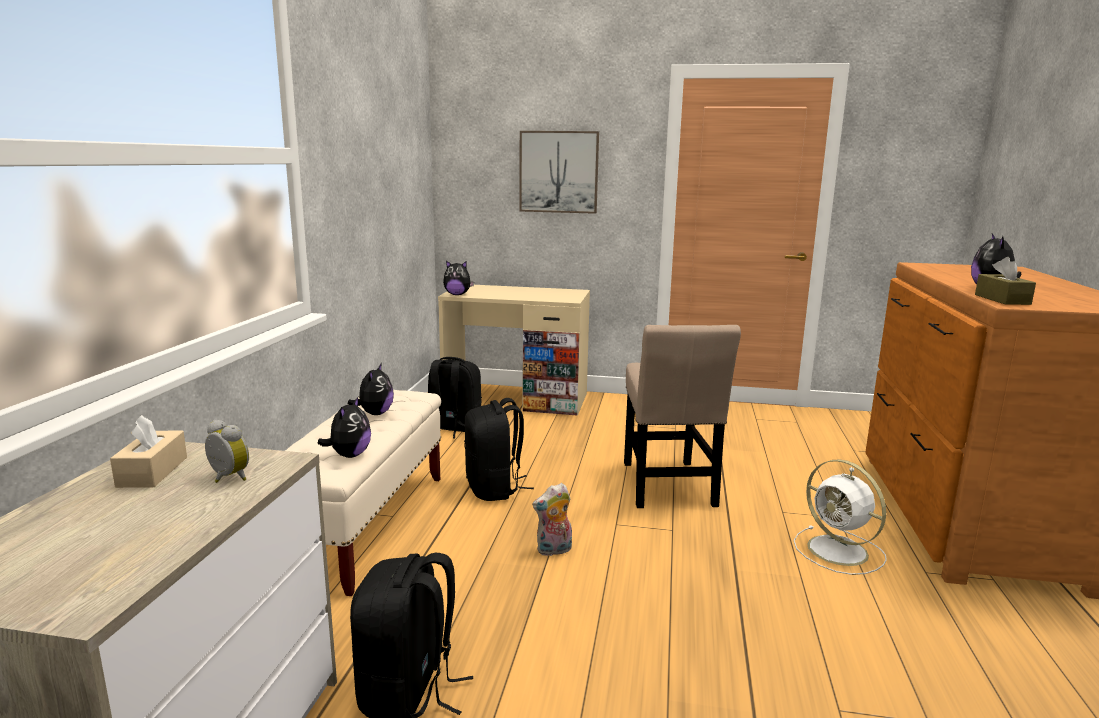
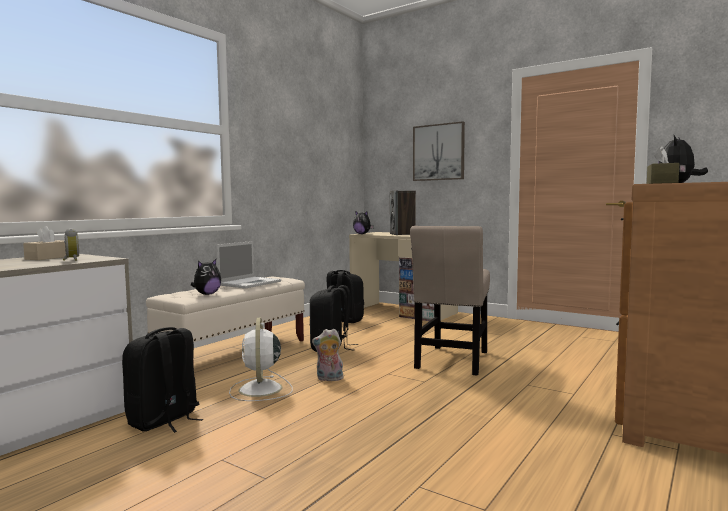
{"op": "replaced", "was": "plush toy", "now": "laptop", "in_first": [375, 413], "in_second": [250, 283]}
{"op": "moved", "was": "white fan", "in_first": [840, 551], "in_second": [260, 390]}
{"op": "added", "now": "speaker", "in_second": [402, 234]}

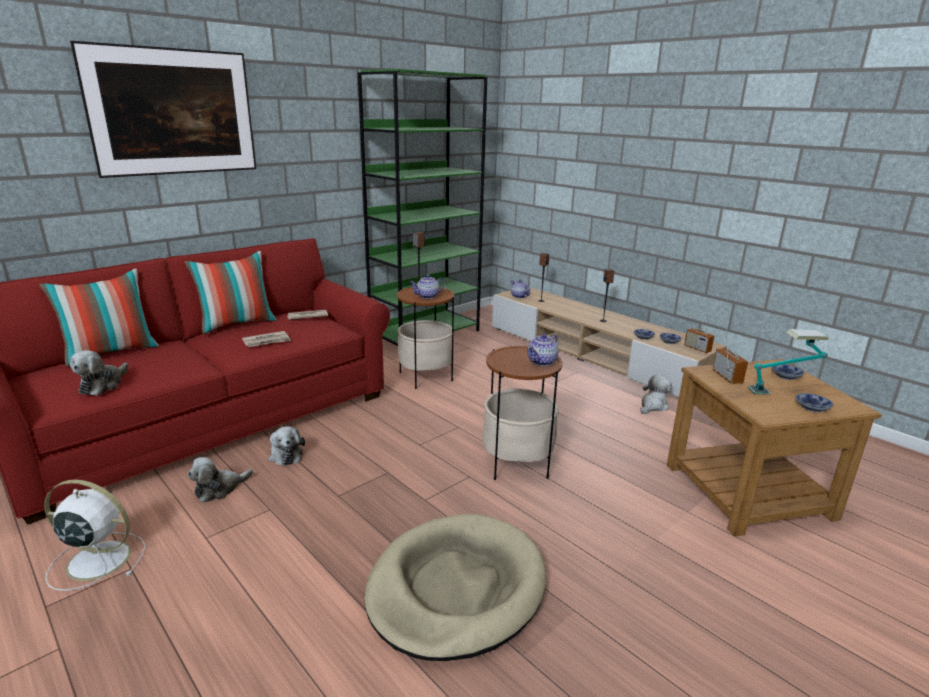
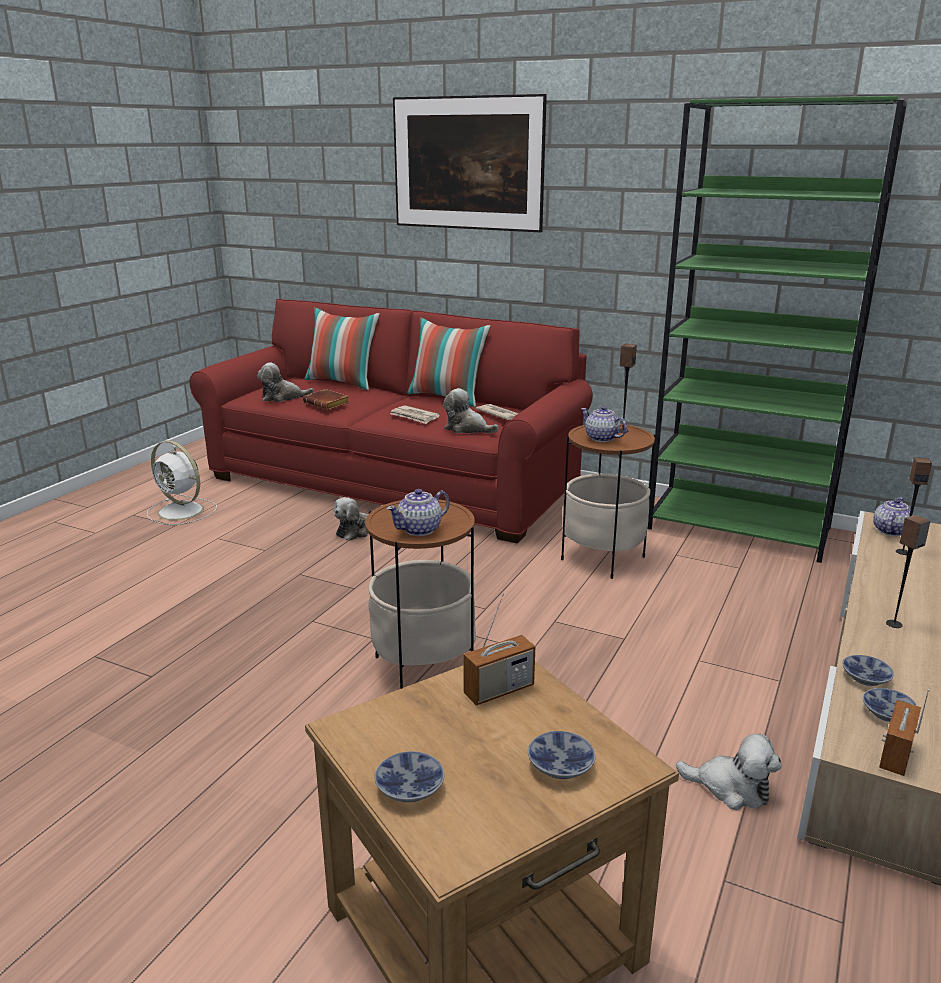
{"op": "turned", "was": "white fan", "in_first": [96, 560], "in_second": [182, 512], "clockwise": 135}
{"op": "added", "now": "brown book", "in_second": [328, 404]}
{"op": "turned", "was": "teapot", "in_first": [542, 361], "in_second": [420, 529], "clockwise": -60}
{"op": "moved", "was": "plush toy", "in_first": [219, 489], "in_second": [467, 429]}
{"op": "removed", "was": "beige dog bed", "in_first": [456, 588]}
{"op": "removed", "was": "table lamp", "in_first": [782, 392]}

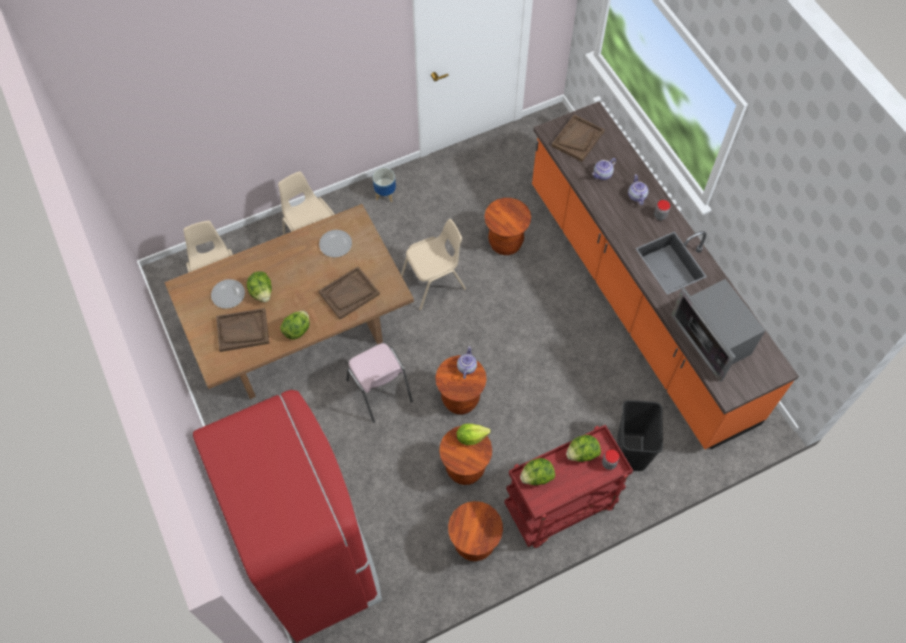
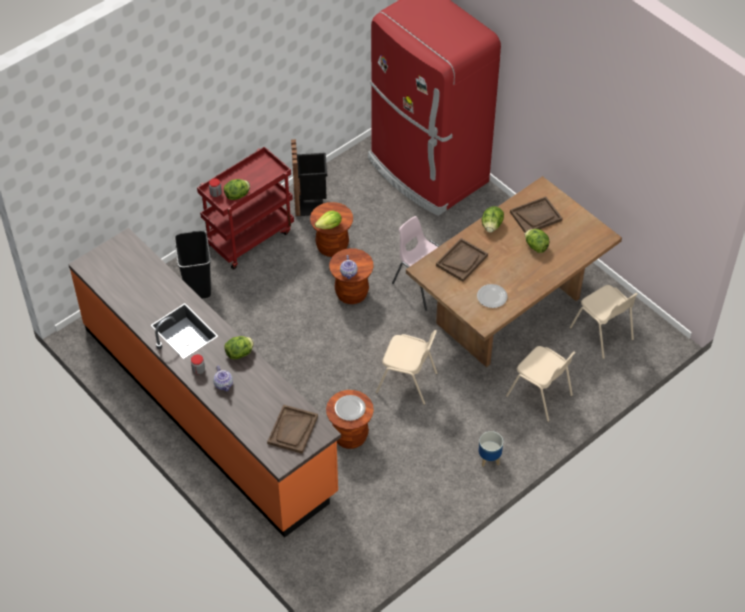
{"op": "moved", "was": "lettuce", "in_first": [536, 477], "in_second": [240, 353]}
{"op": "replaced", "was": "brown stool", "now": "black trash can", "in_first": [474, 543], "in_second": [310, 203]}
{"op": "moved", "was": "plate", "in_first": [228, 294], "in_second": [350, 409]}
{"op": "turned", "was": "beige chair", "in_first": [434, 283], "in_second": [407, 383], "clockwise": -120}
{"op": "removed", "was": "teapot", "in_first": [602, 175]}
{"op": "removed", "was": "microwave", "in_first": [713, 338]}

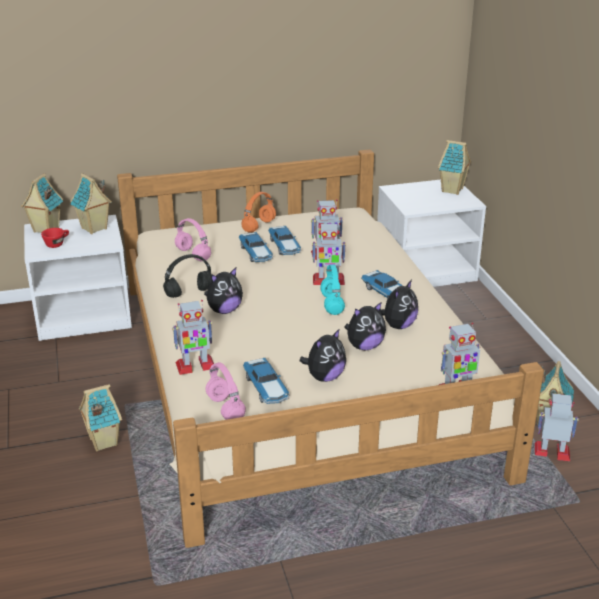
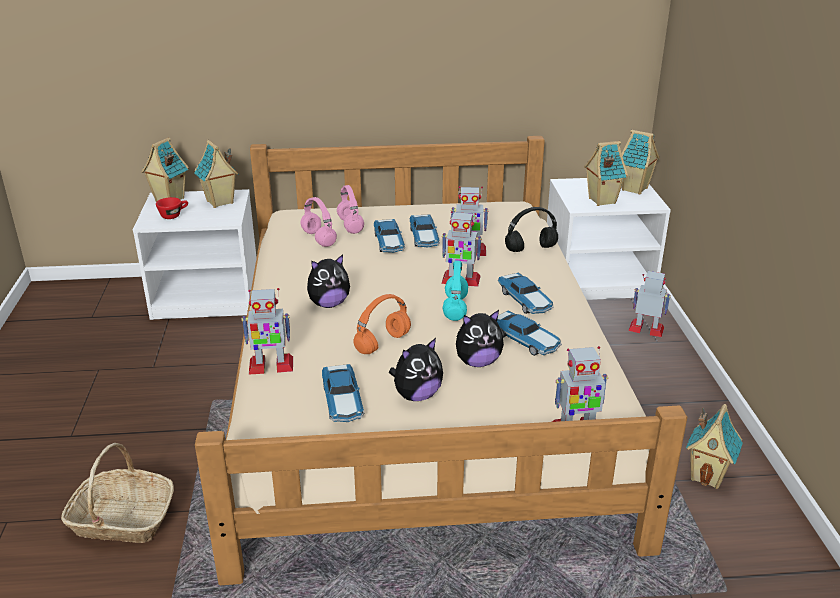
{"op": "added", "now": "basket", "in_second": [122, 520]}
{"op": "moved", "was": "pink headphones", "in_first": [226, 409], "in_second": [351, 226]}
{"op": "moved", "was": "orange headphones", "in_first": [259, 226], "in_second": [383, 343]}
{"op": "replaced", "was": "plush toy", "now": "toy car", "in_first": [398, 326], "in_second": [526, 341]}
{"op": "moved", "was": "black headphones", "in_first": [188, 293], "in_second": [530, 249]}
{"op": "moved", "was": "toy house", "in_first": [103, 442], "in_second": [601, 201]}
{"op": "moved", "was": "toy robot", "in_first": [552, 452], "in_second": [646, 329]}

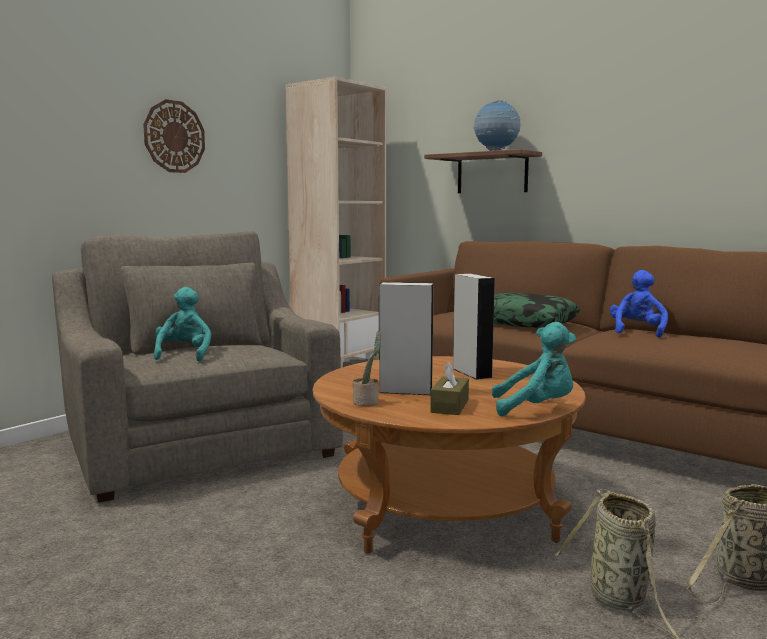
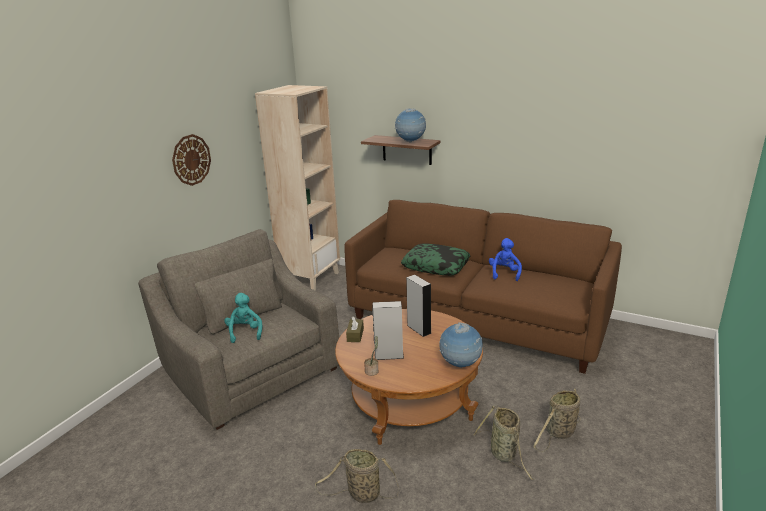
{"op": "added", "now": "basket", "in_second": [361, 494]}
{"op": "moved", "was": "brown tissue box", "in_first": [450, 406], "in_second": [355, 335]}
{"op": "replaced", "was": "turquoise plush toy", "now": "globe", "in_first": [536, 408], "in_second": [460, 365]}

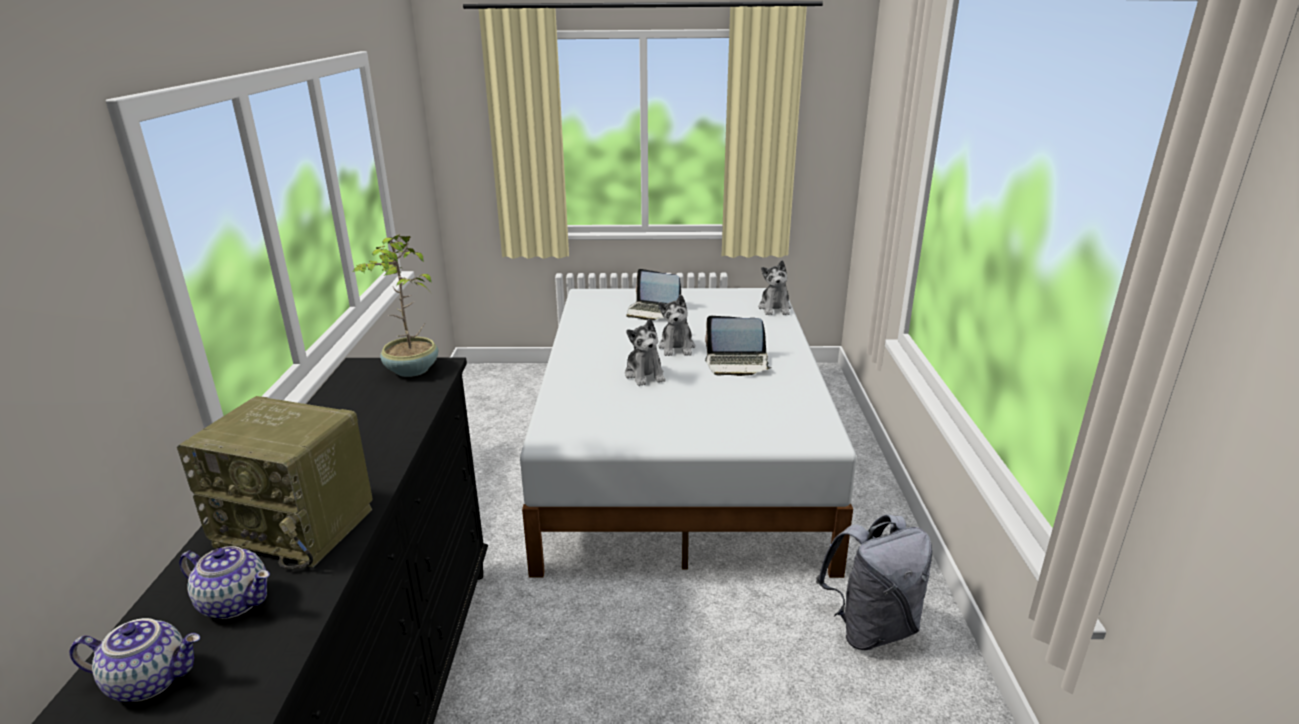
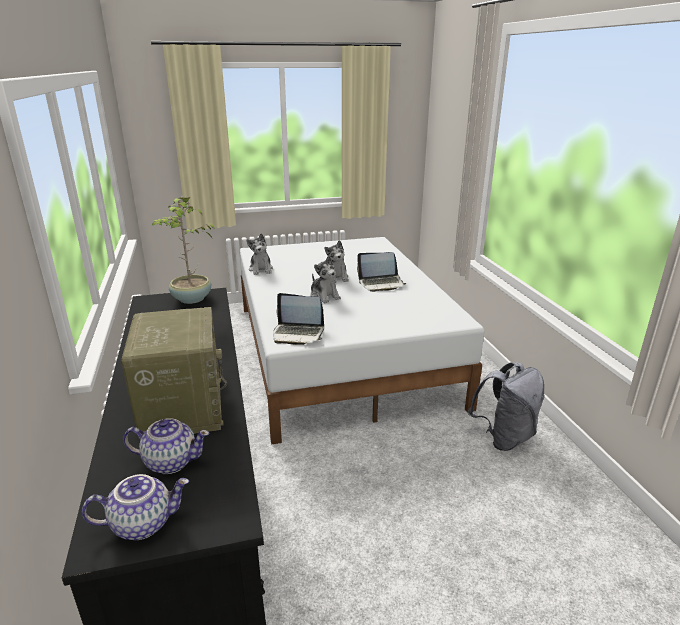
{"op": "turned", "was": "radio", "in_first": [298, 526], "in_second": [182, 406], "clockwise": -105}
{"op": "moved", "was": "plush toy", "in_first": [775, 308], "in_second": [261, 269]}
{"op": "moved", "was": "laptop", "in_first": [653, 311], "in_second": [298, 334]}

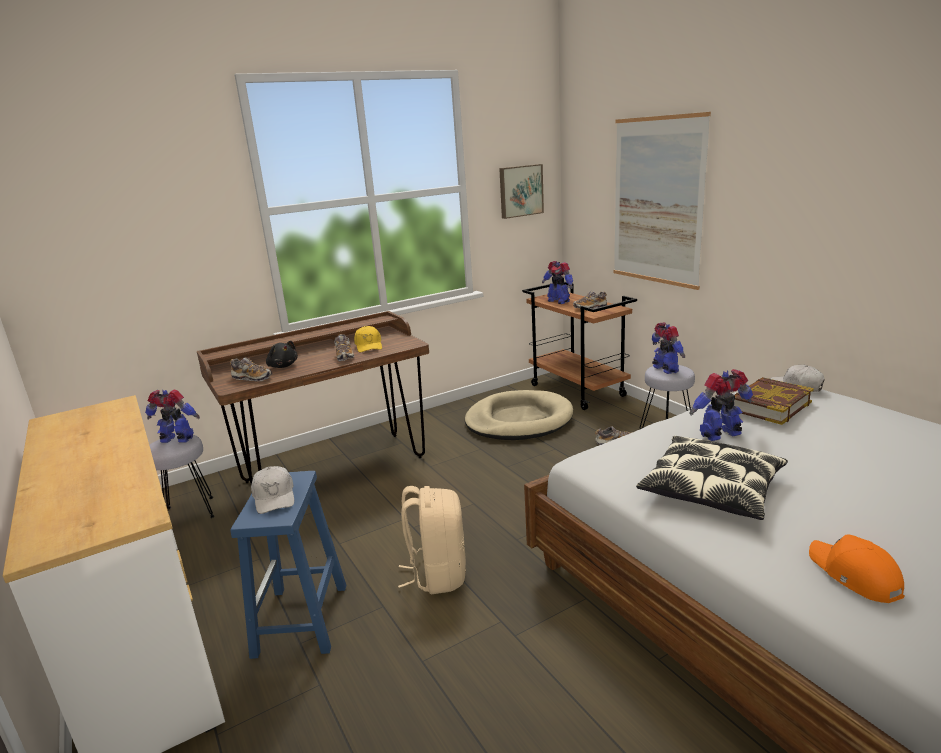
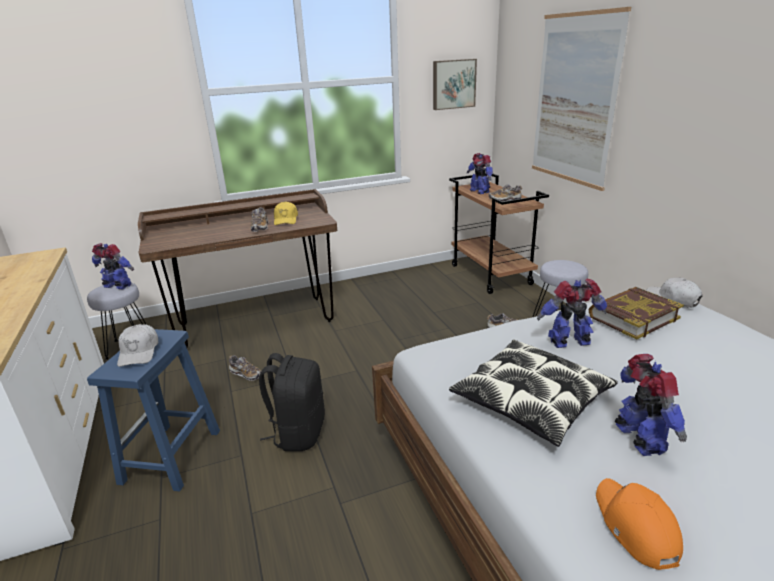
{"op": "moved", "was": "shoe", "in_first": [252, 378], "in_second": [246, 374]}
{"op": "recoloured", "was": "beige backpack", "now": "black backpack", "in_first": [437, 574], "in_second": [298, 432]}
{"op": "moved", "was": "toy robot", "in_first": [665, 370], "in_second": [639, 439]}
{"op": "removed", "was": "black plush toy", "in_first": [282, 366]}
{"op": "removed", "was": "beige dog bed", "in_first": [519, 420]}

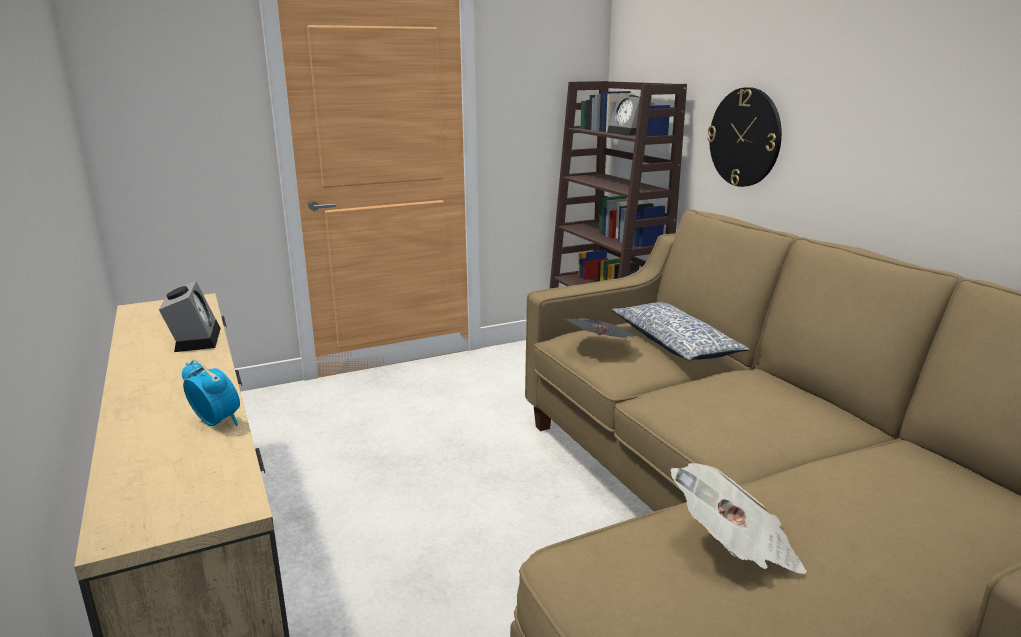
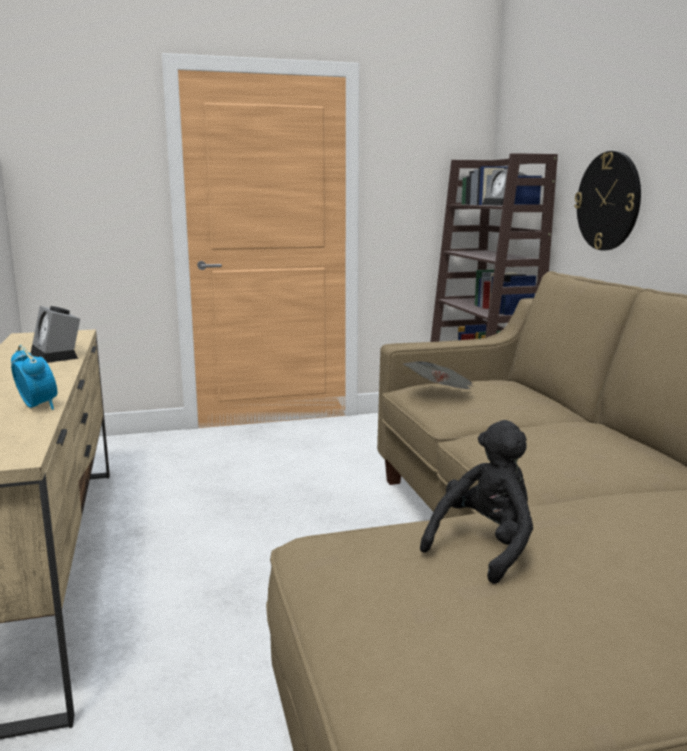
{"op": "turned", "was": "alarm clock", "in_first": [194, 339], "in_second": [57, 356], "clockwise": 150}
{"op": "replaced", "was": "newspaper", "now": "black plush toy", "in_first": [735, 547], "in_second": [484, 546]}
{"op": "removed", "was": "pillow", "in_first": [674, 344]}

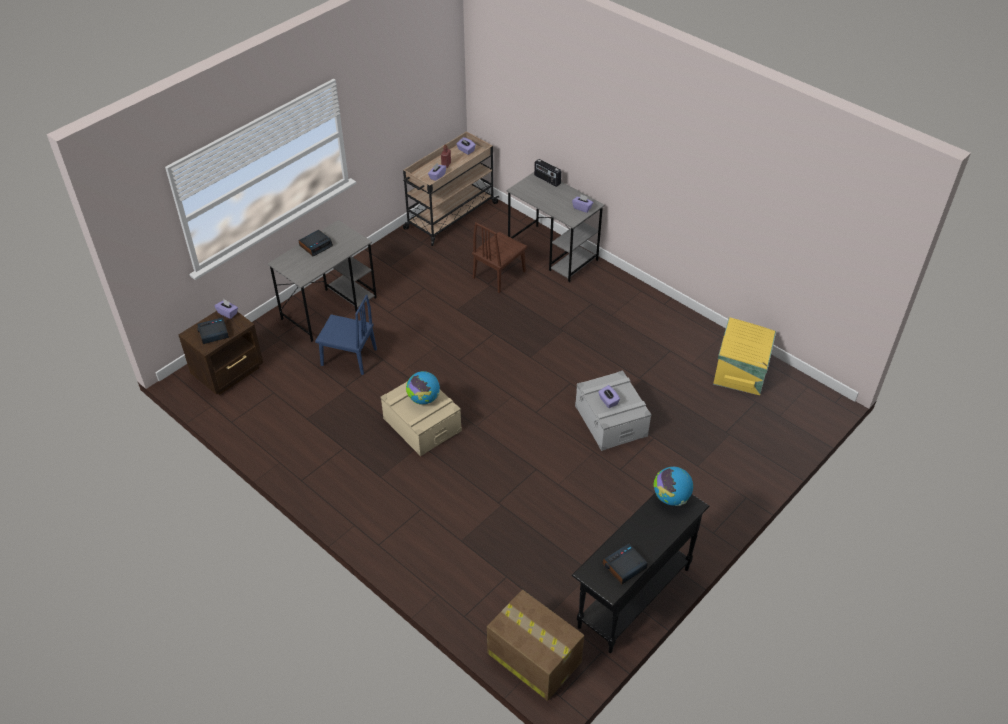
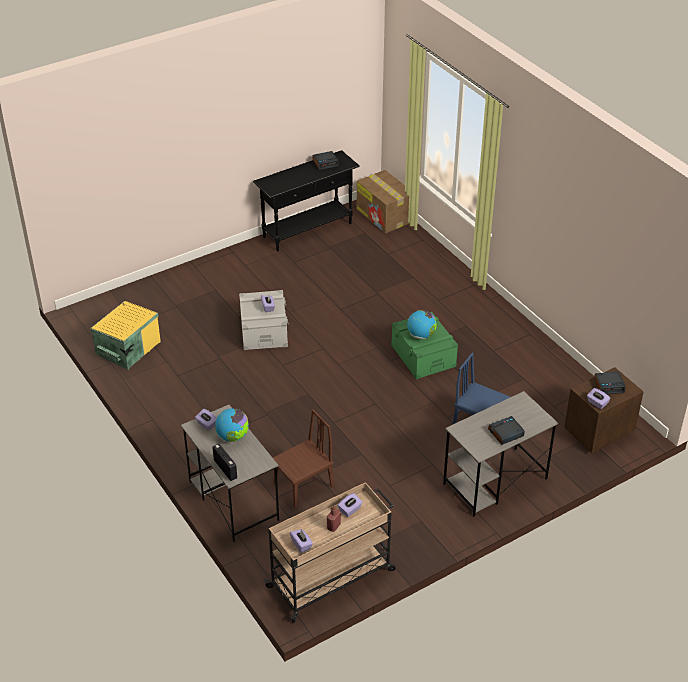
{"op": "moved", "was": "globe", "in_first": [671, 497], "in_second": [233, 437]}
{"op": "recoloured", "was": "beige storage box", "now": "green storage box", "in_first": [422, 424], "in_second": [423, 356]}

